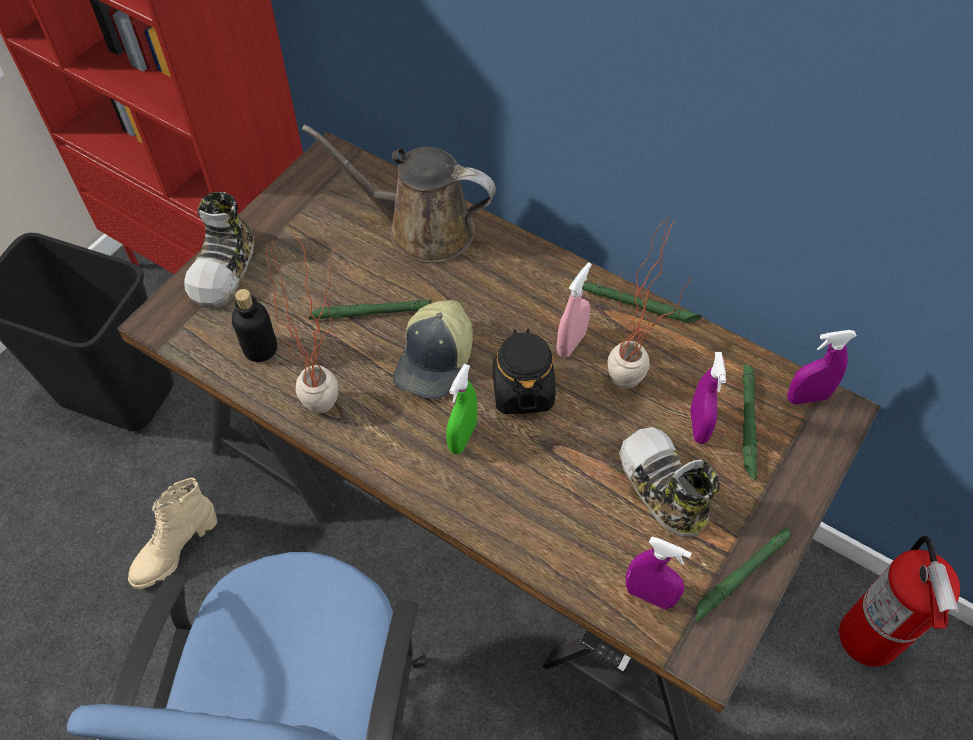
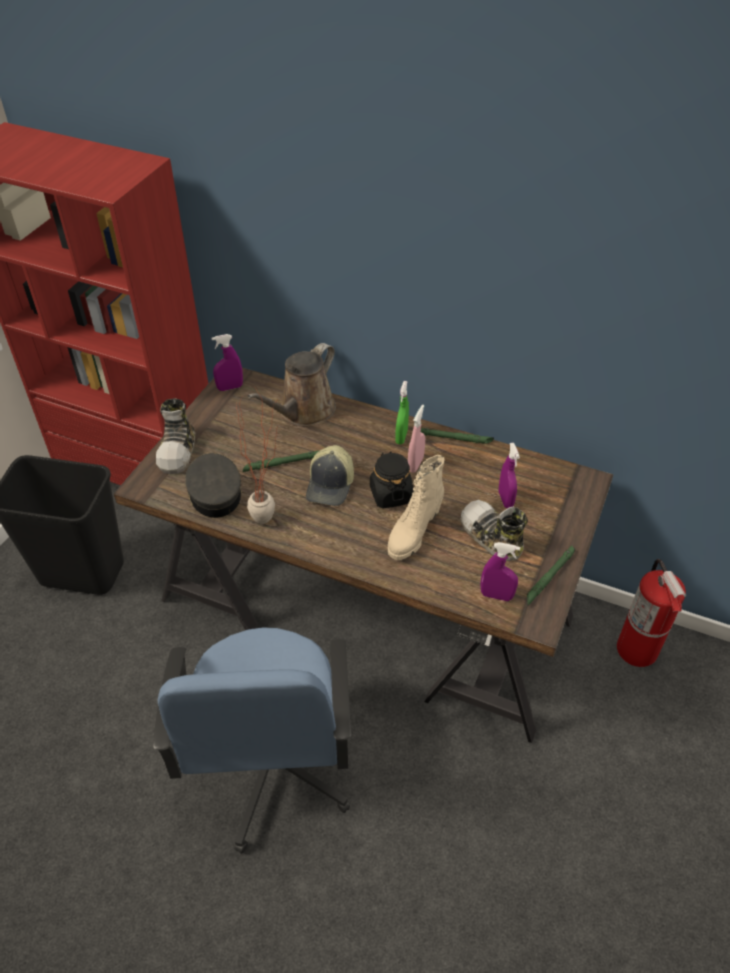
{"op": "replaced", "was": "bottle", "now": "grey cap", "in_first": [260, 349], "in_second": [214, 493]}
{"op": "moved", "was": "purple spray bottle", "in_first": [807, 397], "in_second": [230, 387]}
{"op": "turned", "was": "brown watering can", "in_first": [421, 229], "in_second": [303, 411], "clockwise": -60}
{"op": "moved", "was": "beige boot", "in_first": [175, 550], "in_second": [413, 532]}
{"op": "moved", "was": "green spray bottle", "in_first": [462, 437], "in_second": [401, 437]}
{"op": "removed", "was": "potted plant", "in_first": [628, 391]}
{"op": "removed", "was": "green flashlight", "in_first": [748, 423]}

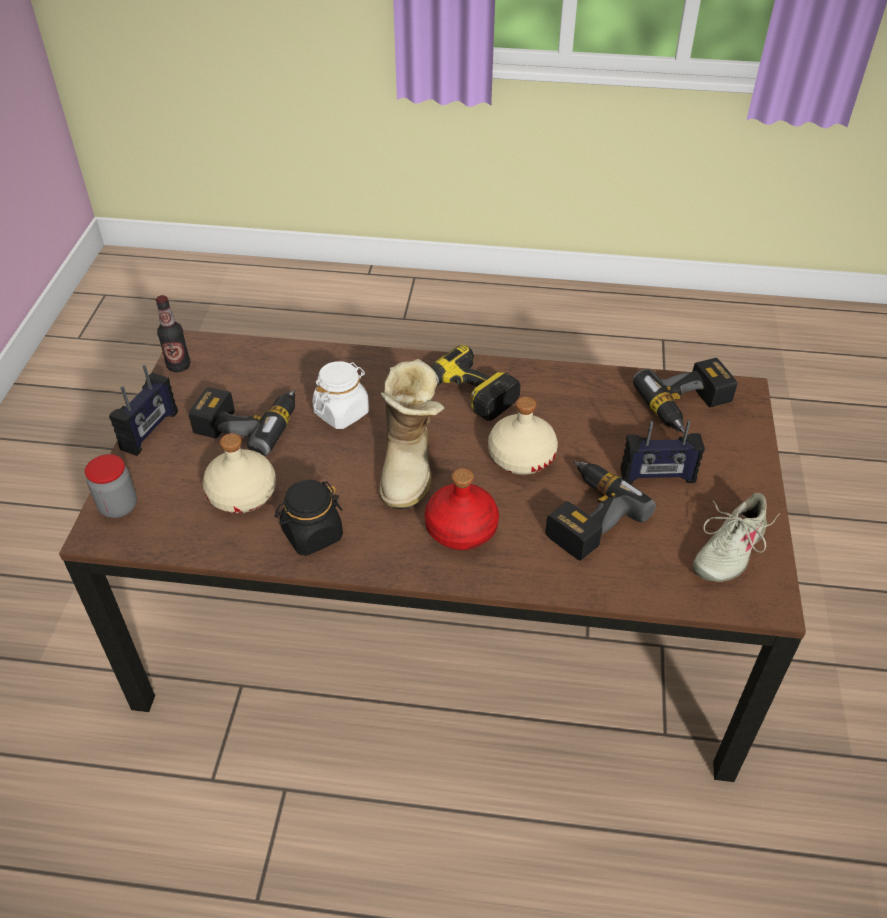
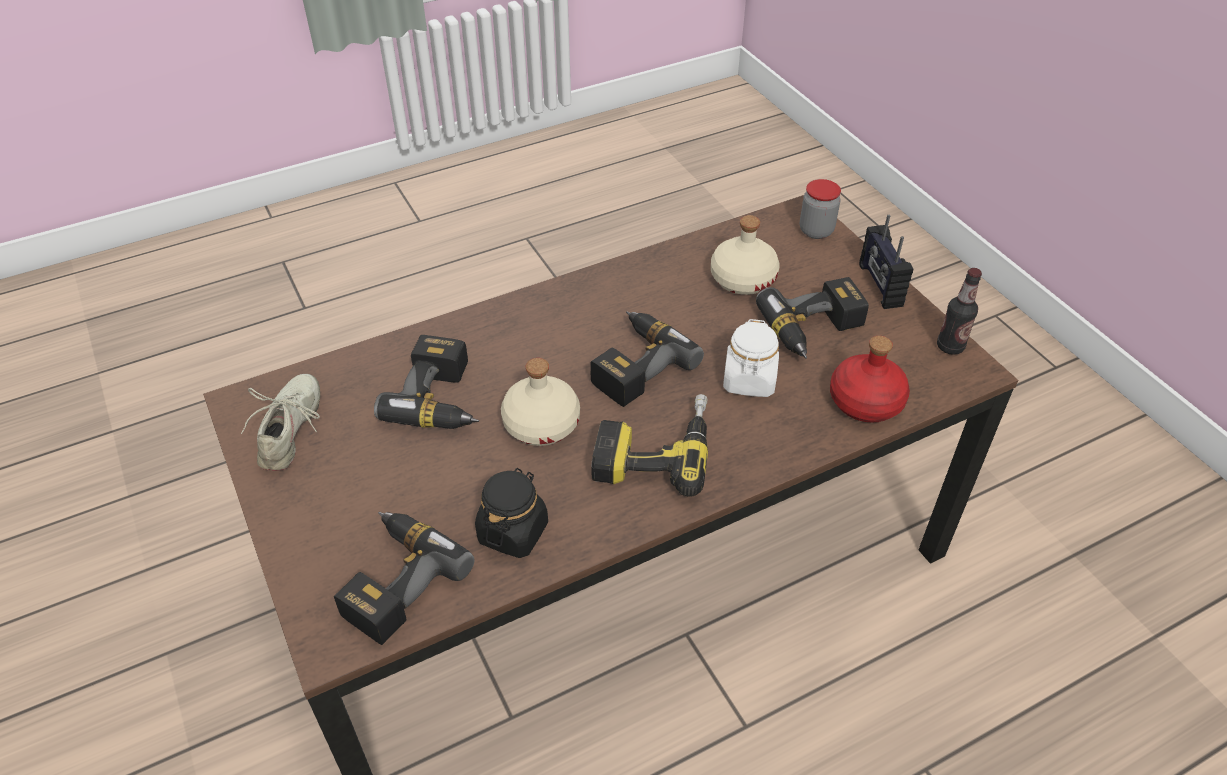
{"op": "moved", "was": "black jar", "in_first": [312, 534], "in_second": [513, 532]}
{"op": "replaced", "was": "boot", "now": "power drill", "in_first": [410, 466], "in_second": [634, 364]}
{"op": "moved", "was": "red bottle", "in_first": [460, 528], "in_second": [866, 402]}
{"op": "removed", "was": "radio", "in_first": [657, 477]}

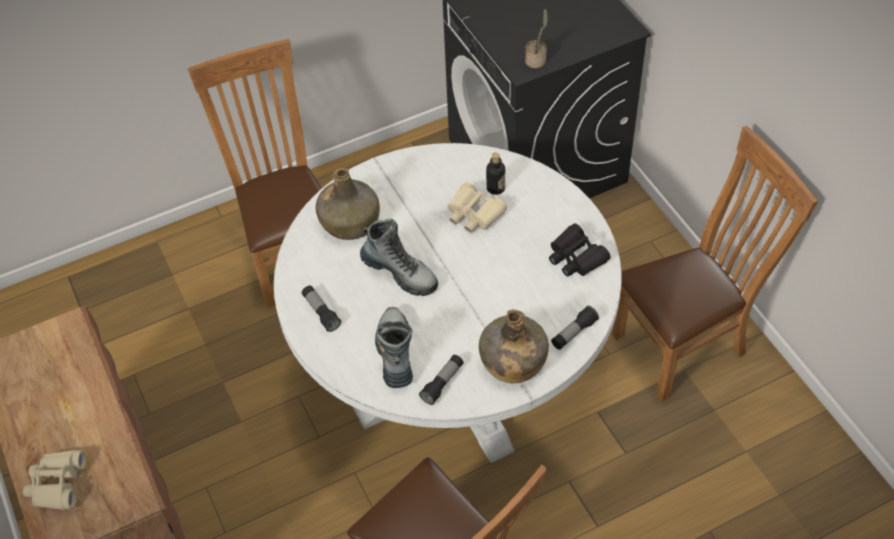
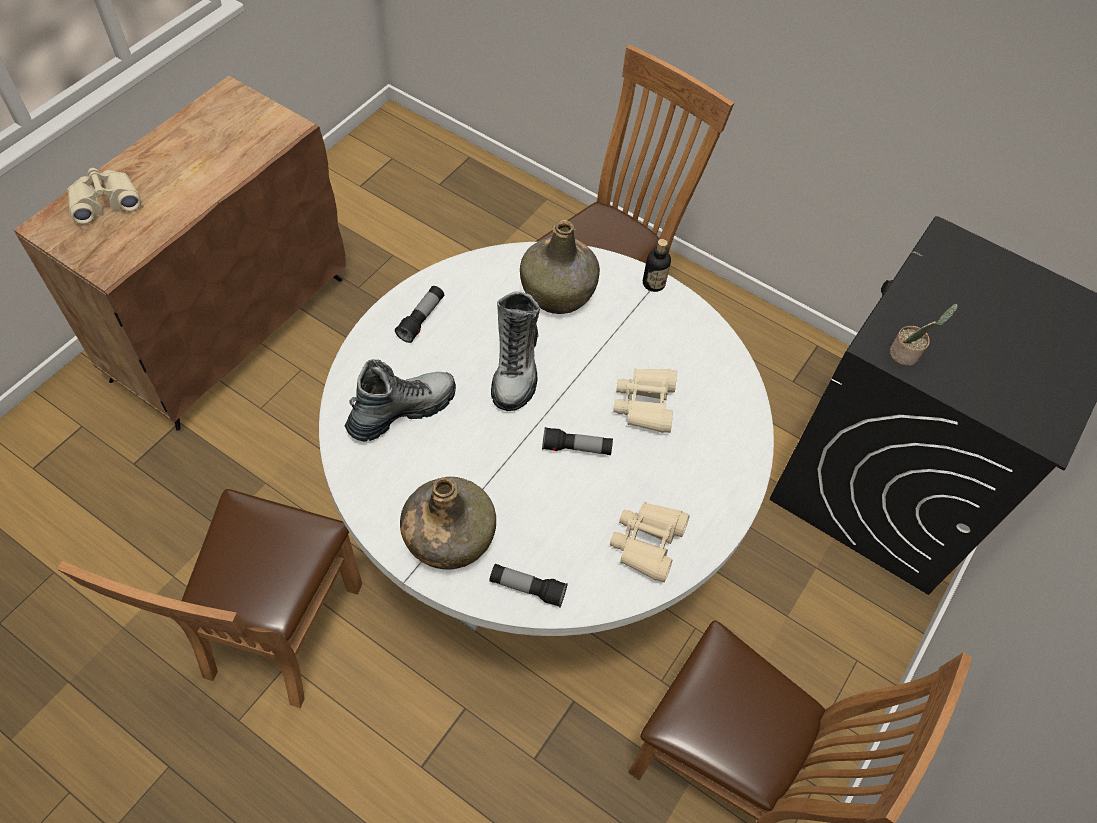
{"op": "moved", "was": "flashlight", "in_first": [442, 383], "in_second": [576, 448]}
{"op": "recoloured", "was": "black binoculars", "now": "beige binoculars", "in_first": [576, 257], "in_second": [647, 543]}
{"op": "moved", "was": "bottle", "in_first": [495, 188], "in_second": [653, 283]}

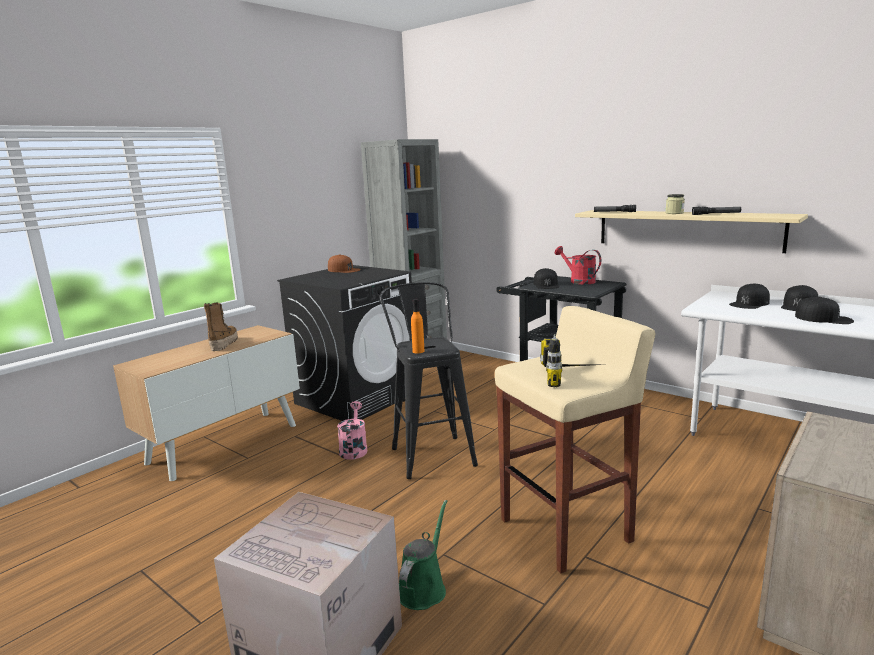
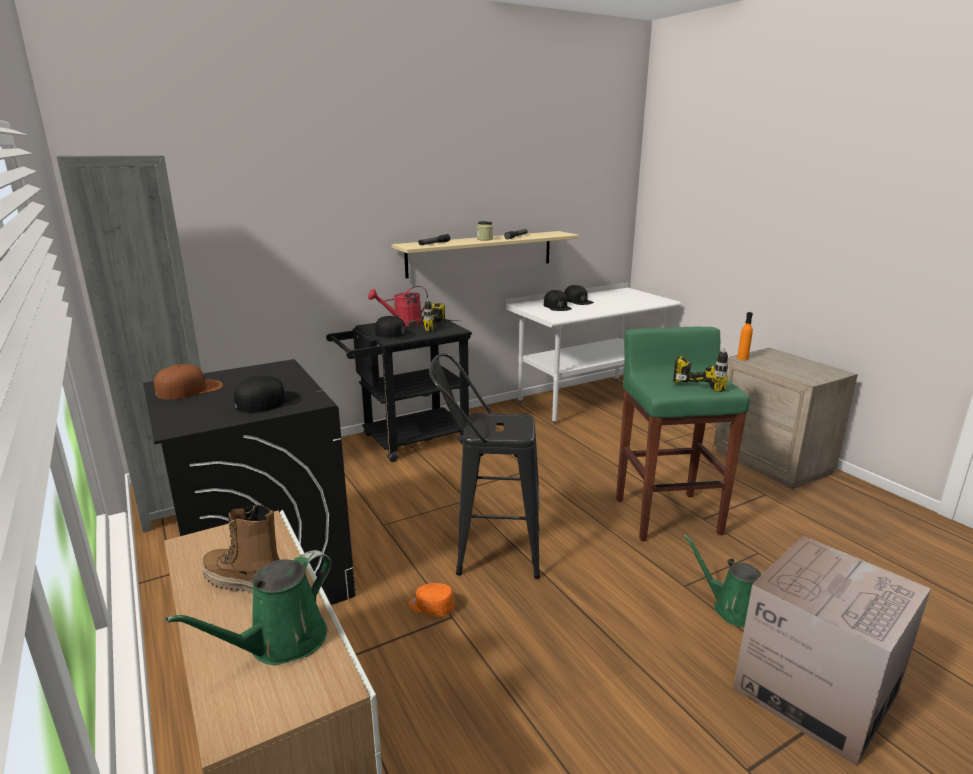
{"op": "added", "now": "green watering can", "in_second": [281, 643]}
{"op": "moved", "was": "black cap", "in_first": [823, 318], "in_second": [269, 402]}
{"op": "replaced", "was": "pink watering can", "now": "orange cap", "in_first": [354, 449], "in_second": [431, 607]}
{"op": "added", "now": "power drill", "in_second": [445, 328]}
{"op": "recoloured", "was": "beige stool", "now": "green stool", "in_first": [567, 530], "in_second": [666, 515]}
{"op": "moved", "was": "orange bottle", "in_first": [418, 351], "in_second": [742, 358]}

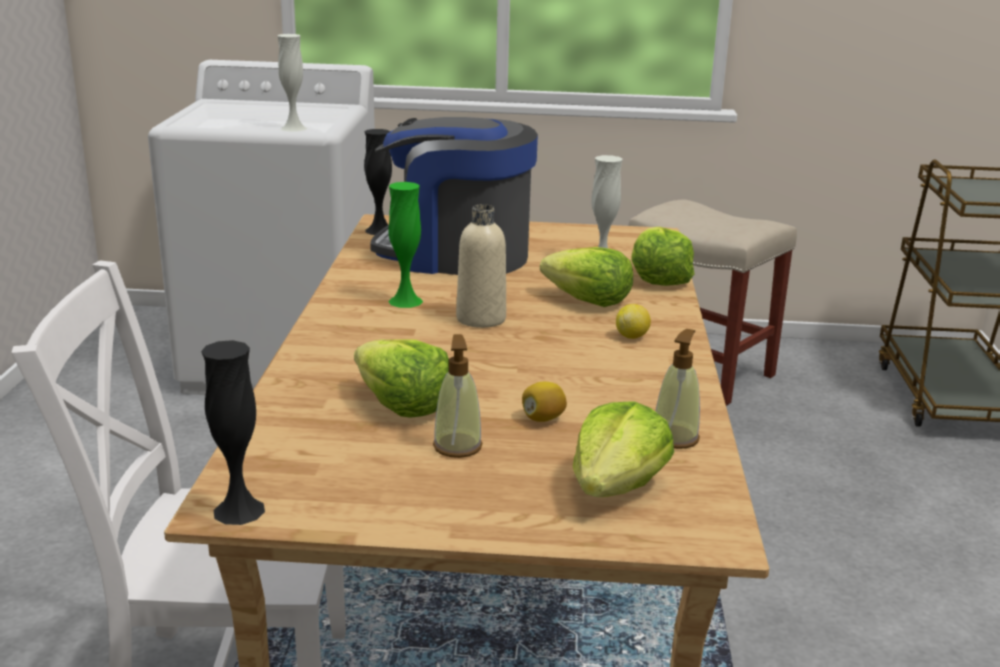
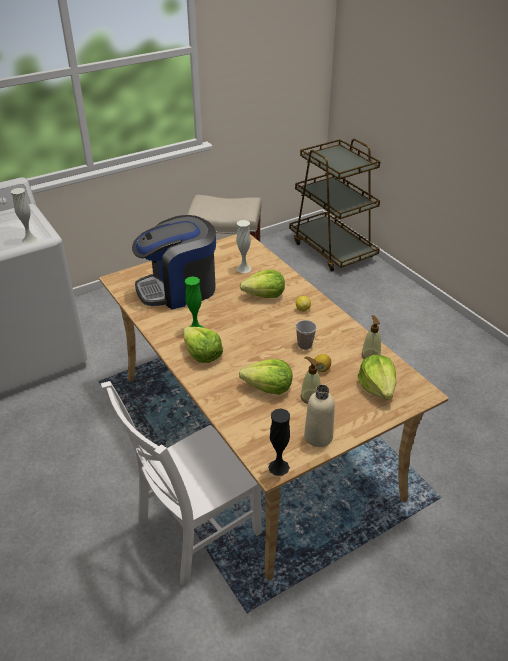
{"op": "moved", "was": "lettuce", "in_first": [658, 278], "in_second": [202, 354]}
{"op": "added", "now": "cup", "in_second": [304, 345]}
{"op": "moved", "was": "beige bottle", "in_first": [481, 319], "in_second": [318, 437]}
{"op": "removed", "was": "black vase", "in_first": [379, 230]}

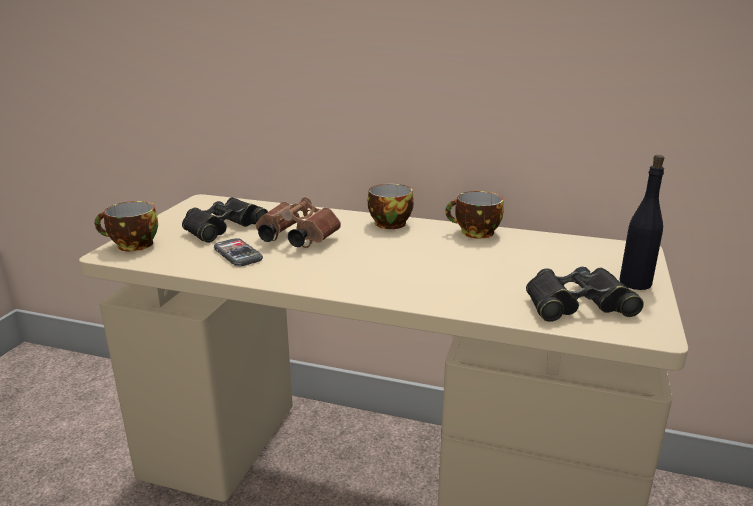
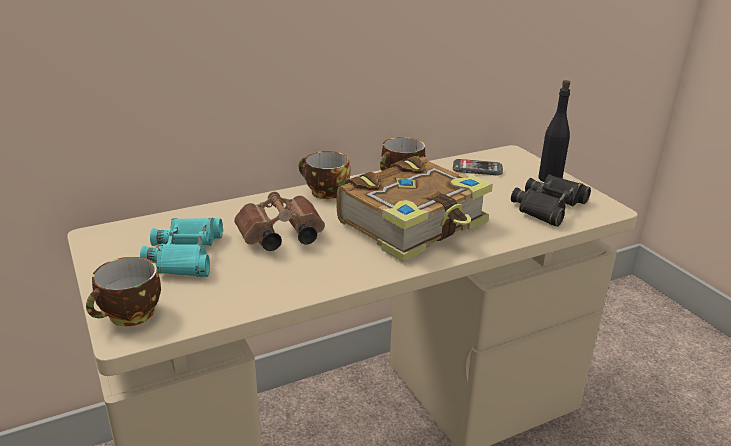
{"op": "recoloured", "was": "black binoculars", "now": "turquoise binoculars", "in_first": [223, 227], "in_second": [186, 255]}
{"op": "added", "now": "book", "in_second": [414, 224]}
{"op": "moved", "was": "phone", "in_first": [238, 254], "in_second": [477, 169]}

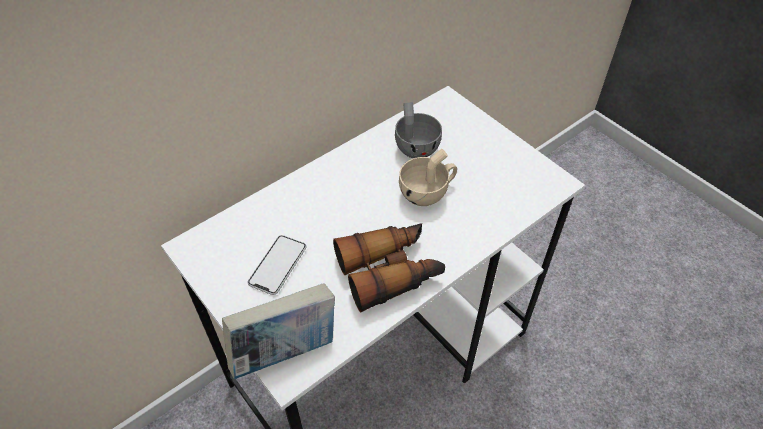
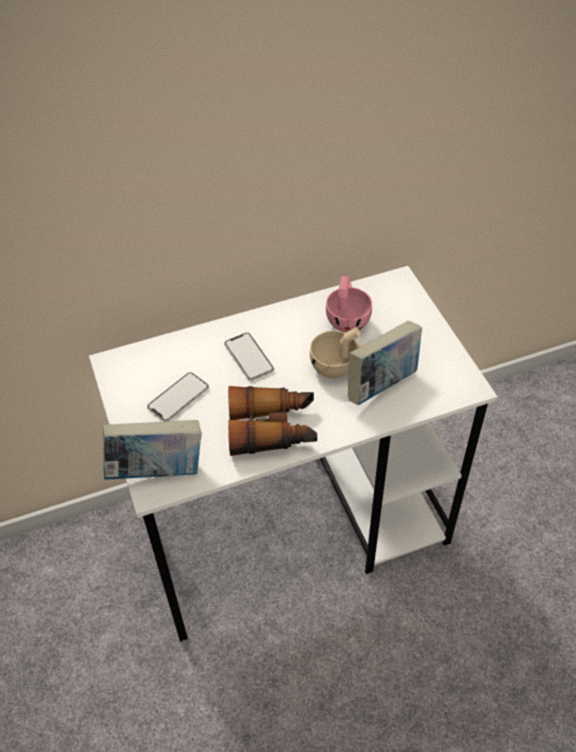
{"op": "added", "now": "phone", "in_second": [249, 357]}
{"op": "recoloured", "was": "grey cup", "now": "pink cup", "in_first": [415, 145], "in_second": [348, 318]}
{"op": "added", "now": "book", "in_second": [382, 385]}

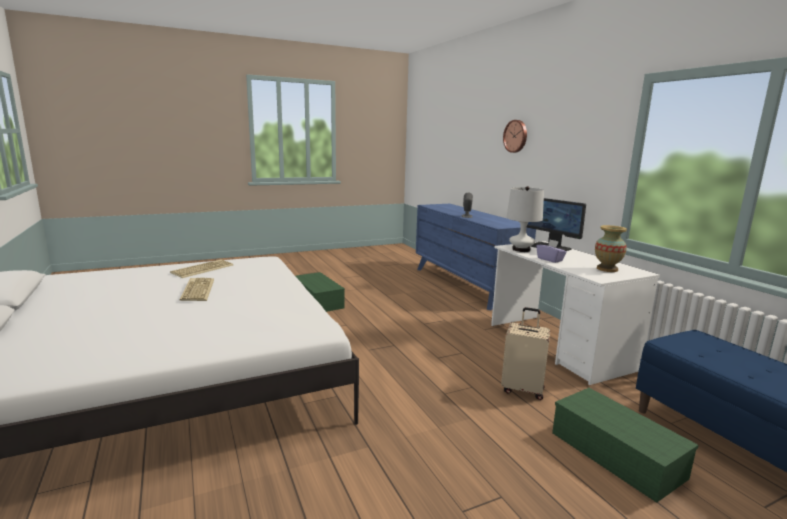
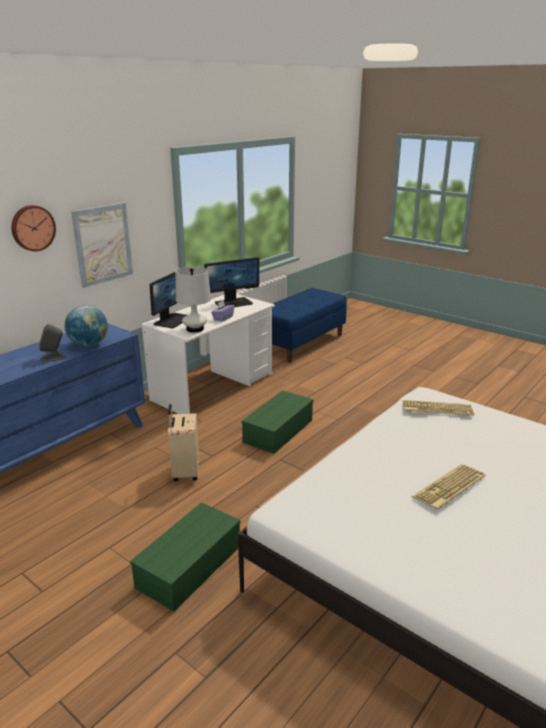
{"op": "added", "now": "globe", "in_second": [89, 344]}
{"op": "added", "now": "picture", "in_second": [103, 244]}
{"op": "moved", "was": "beige suitcase", "in_first": [523, 389], "in_second": [185, 472]}
{"op": "replaced", "was": "vase", "now": "monitor", "in_first": [607, 269], "in_second": [233, 303]}
{"op": "moved", "was": "green storage box", "in_first": [618, 455], "in_second": [278, 430]}
{"op": "moved", "was": "keyboard", "in_first": [202, 269], "in_second": [436, 409]}

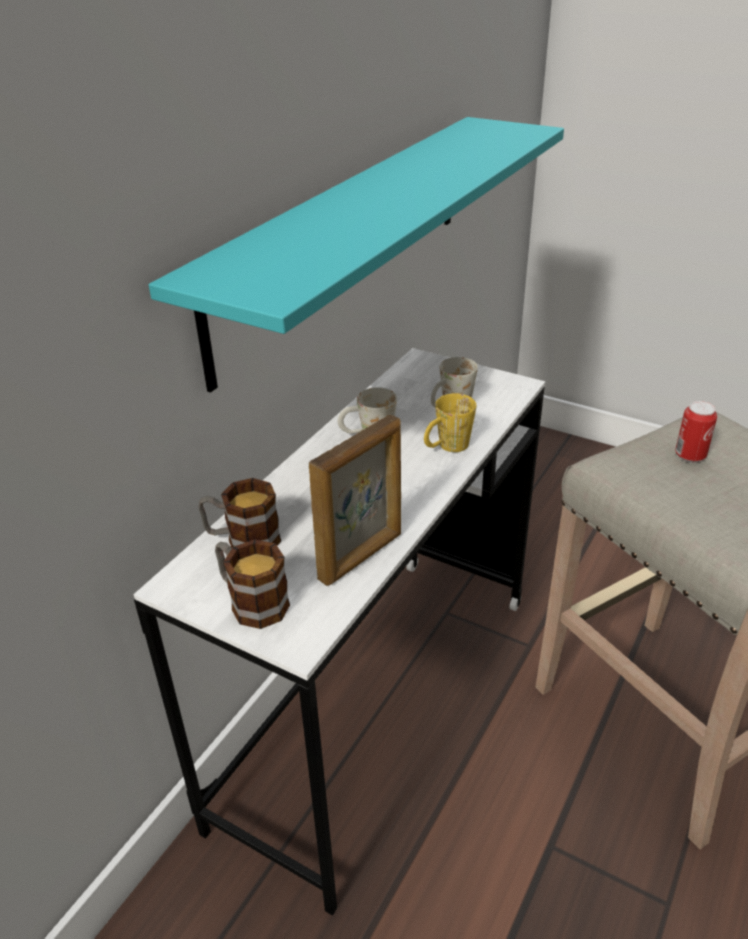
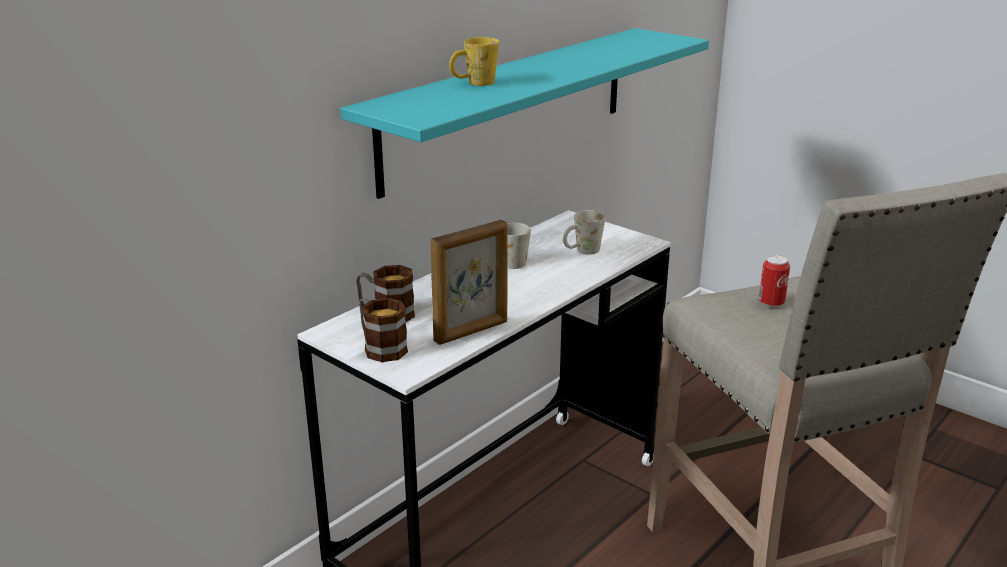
{"op": "moved", "was": "yellow mug", "in_first": [446, 448], "in_second": [474, 84]}

